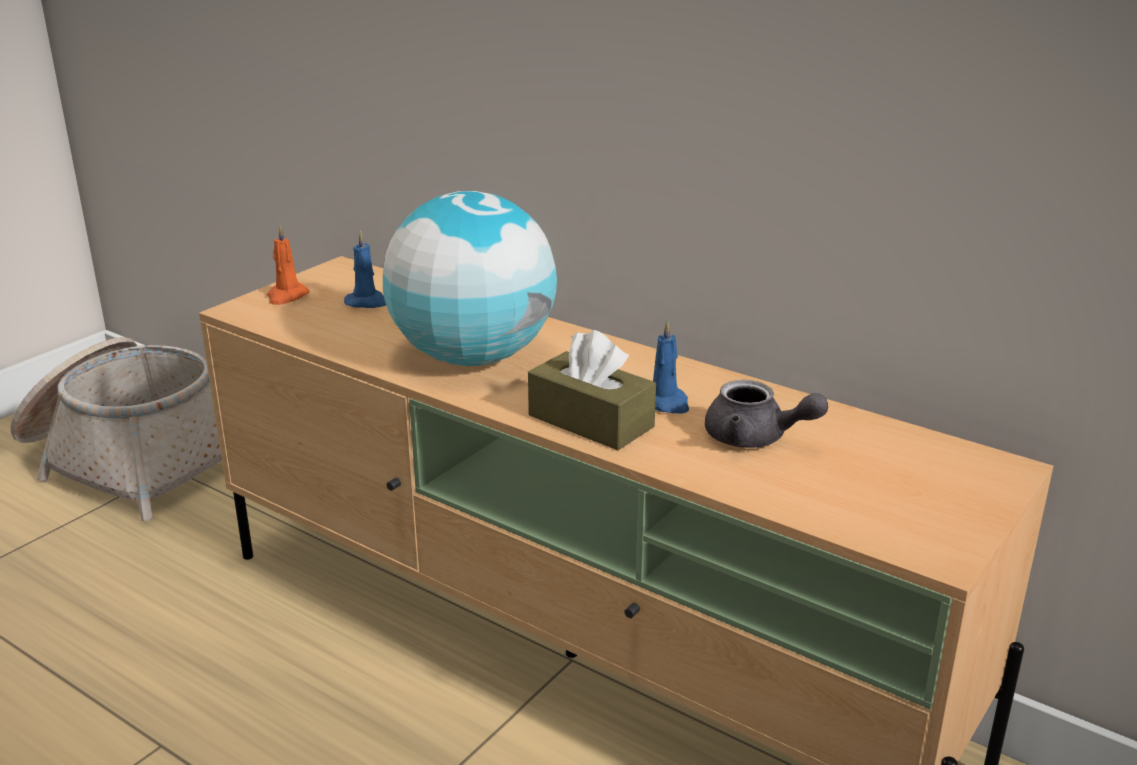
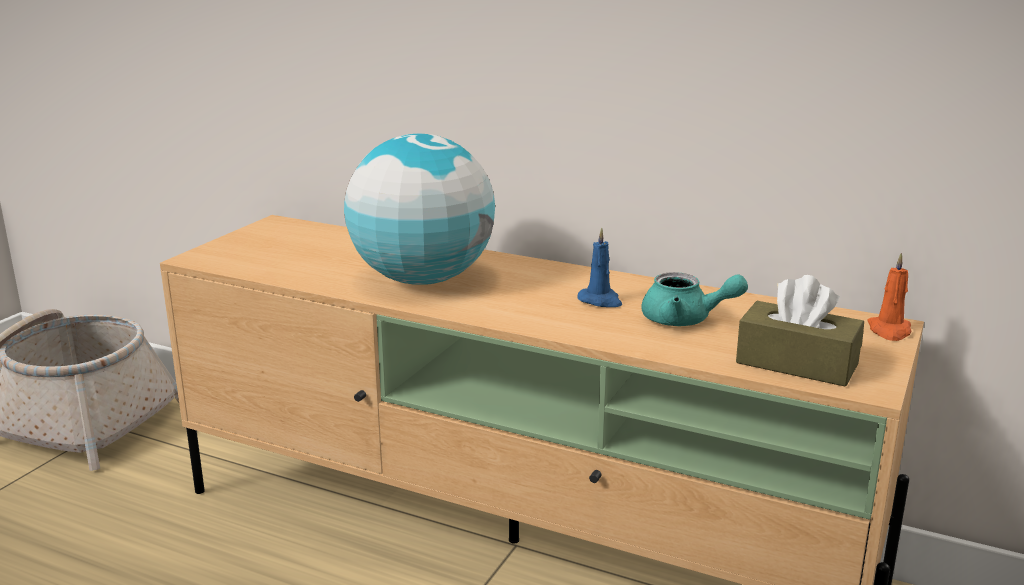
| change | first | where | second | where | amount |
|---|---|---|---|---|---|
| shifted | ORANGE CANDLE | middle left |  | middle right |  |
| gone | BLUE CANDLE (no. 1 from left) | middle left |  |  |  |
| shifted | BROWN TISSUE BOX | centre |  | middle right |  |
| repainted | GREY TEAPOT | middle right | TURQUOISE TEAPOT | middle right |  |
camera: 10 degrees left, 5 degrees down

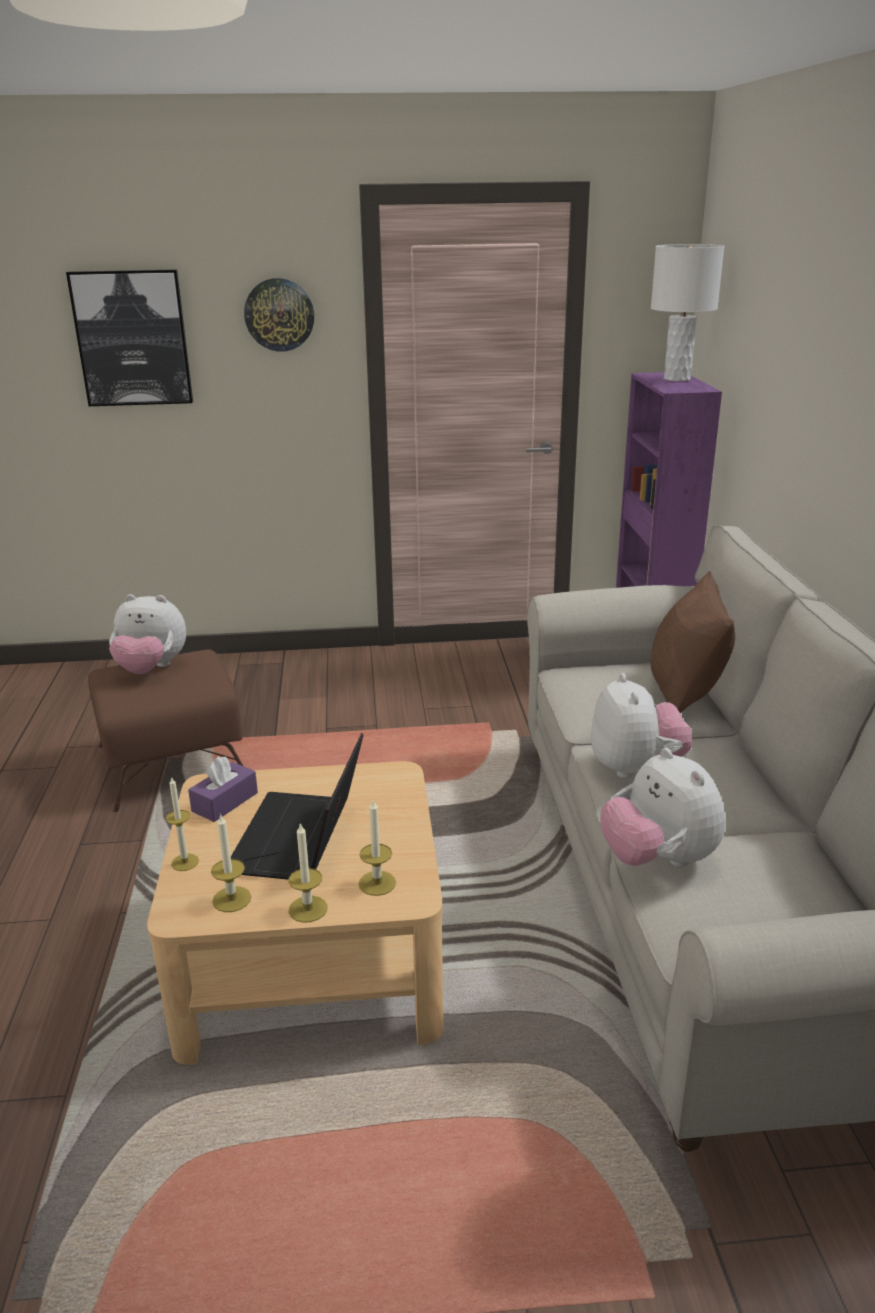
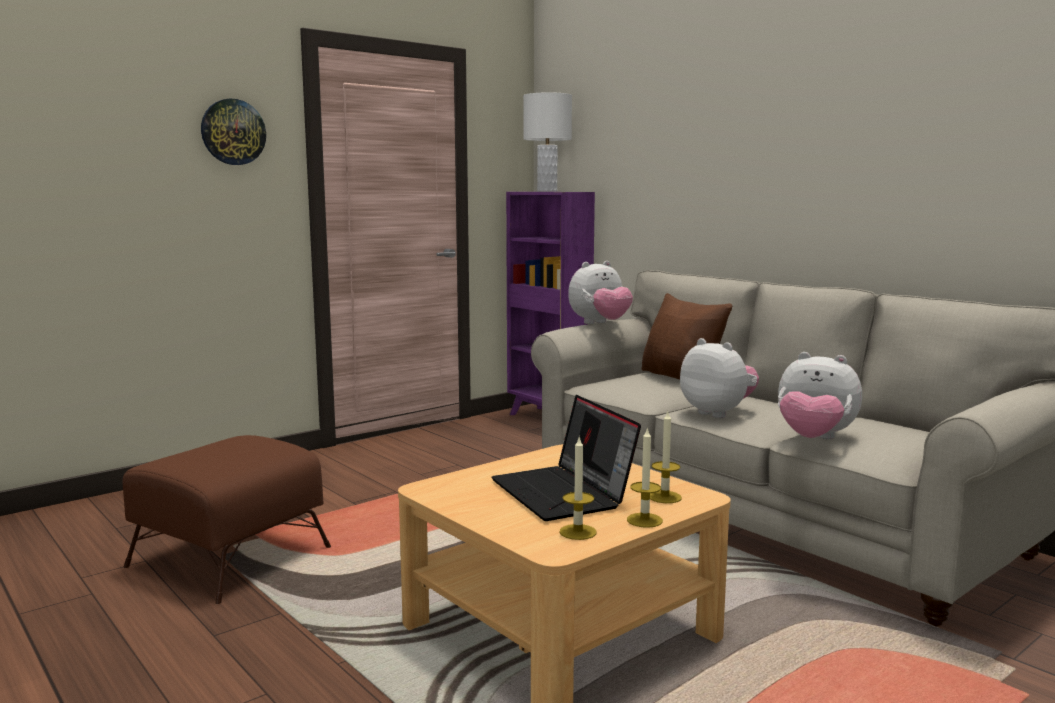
| change | first | where | second | where | amount |
|---|---|---|---|---|---|
| gone | PICTURE | top left |  |  |  |
| shifted | PLUSH TOY (no. 1 from left) | middle left |  | centre |  |
| gone | CANDLE (no. 1 from left) | middle left |  |  |  |
| gone | PURPLE TISSUE BOX | middle left |  |  |  |
camera: 35 degrees left, 15 degrees down

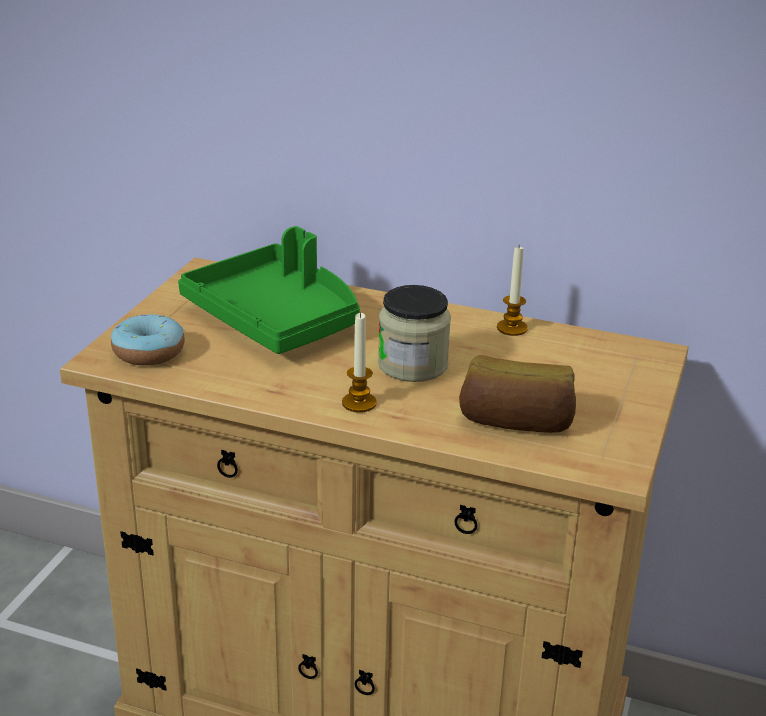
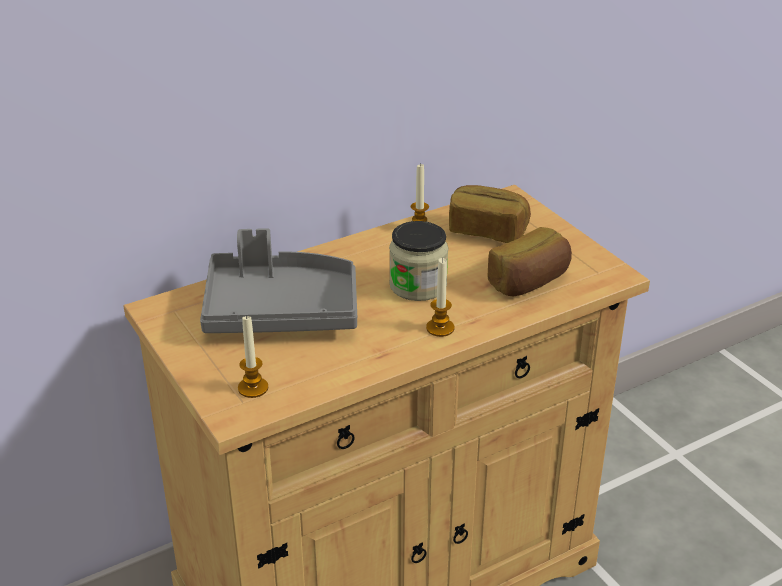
| change | first | where | second | where | amount |
|---|---|---|---|---|---|
| swapped | DONUT | middle left | CANDLE (no. 1 from left) | middle left |  |
| repainted | GREEN TRAY | centre | GREY TRAY | centre |  |
| new |  |  | BREAD (no. 1 from left) | centre |  |
camera: 50 degrees left, 5 degrees up

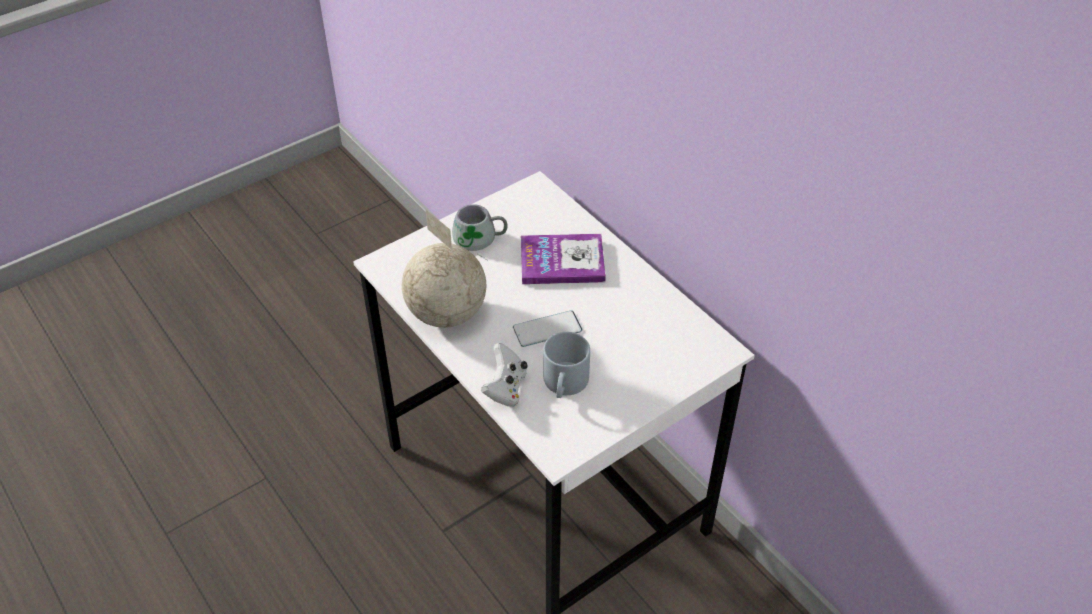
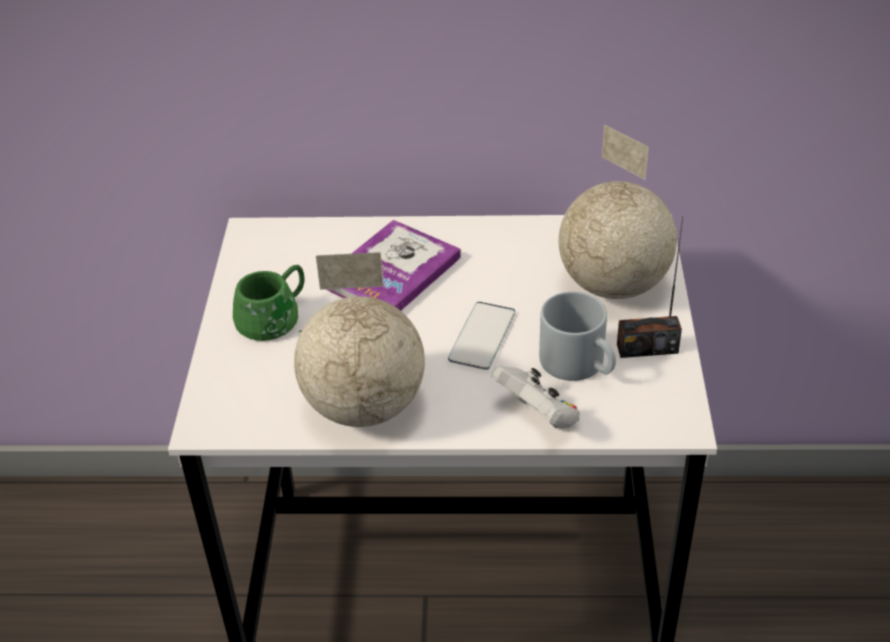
| change | first | where | second | where | amount |
|---|---|---|---|---|---|
| repainted | GREY MUG (no. 1 from left) | centre | GREEN MUG | middle left |  |
| new |  |  | GLOBE (no. 2 from left) | top right |  |
| new |  |  | RADIO | middle right |  |
camera: 50 degrees left, 5 degrees down

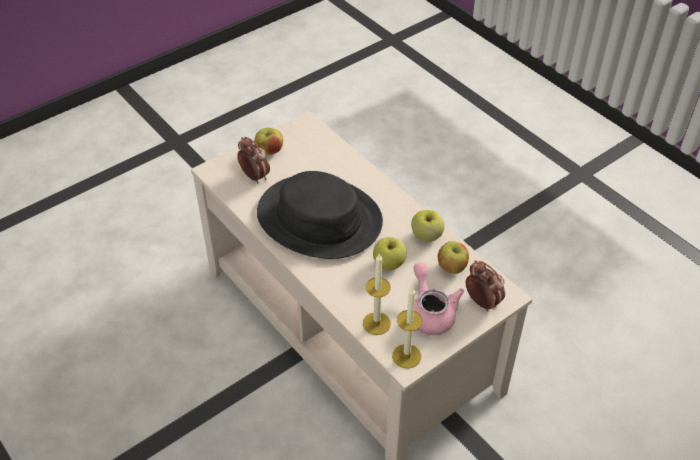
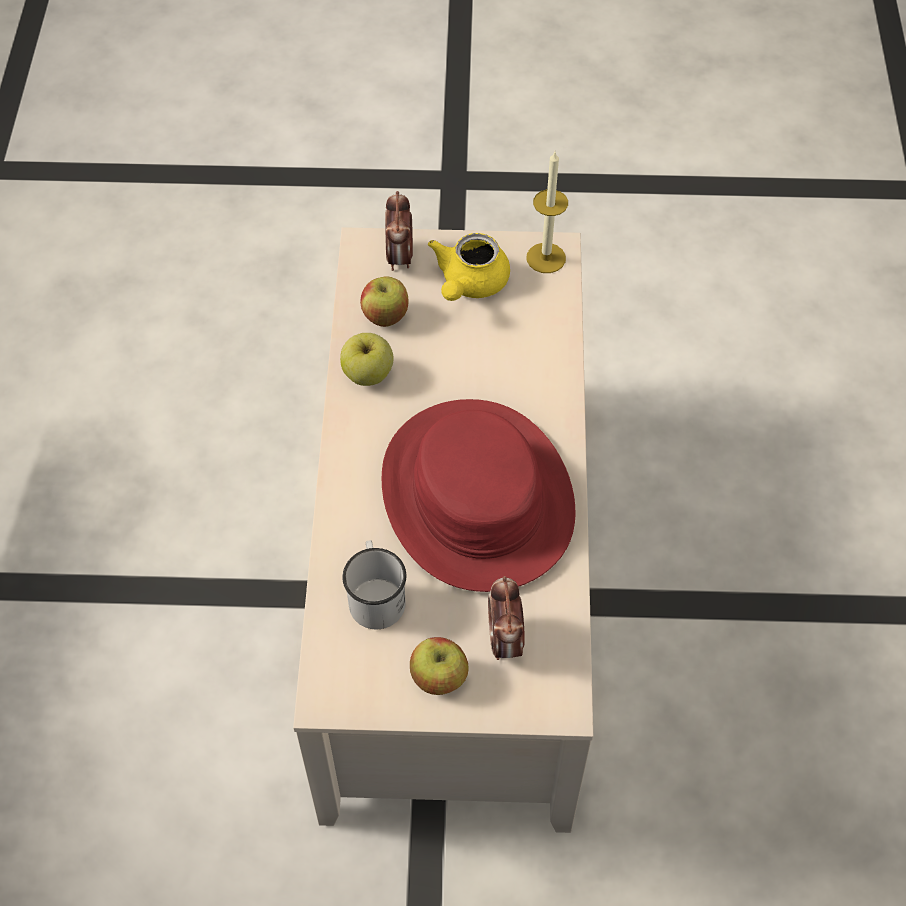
| change | first | where | second | where | amount |
|---|---|---|---|---|---|
| repainted | BLACK HAT | centre | RED HAT | centre |  |
| gone | CANDLE (no. 1 from left) | centre |  |  |  |
| gone | APPLE (no. 2 from left) | centre |  |  |  |
| repainted | PINK TEAPOT | centre | YELLOW TEAPOT | top centre |  |
| new |  |  | WHITE MUG | centre |  |
camera: 140 degrees left, 10 degrees up

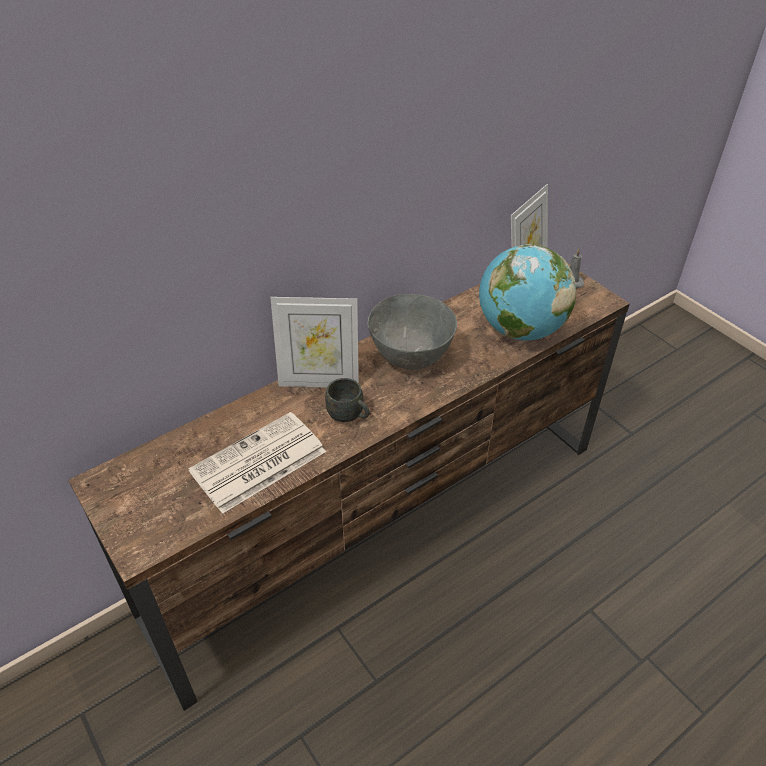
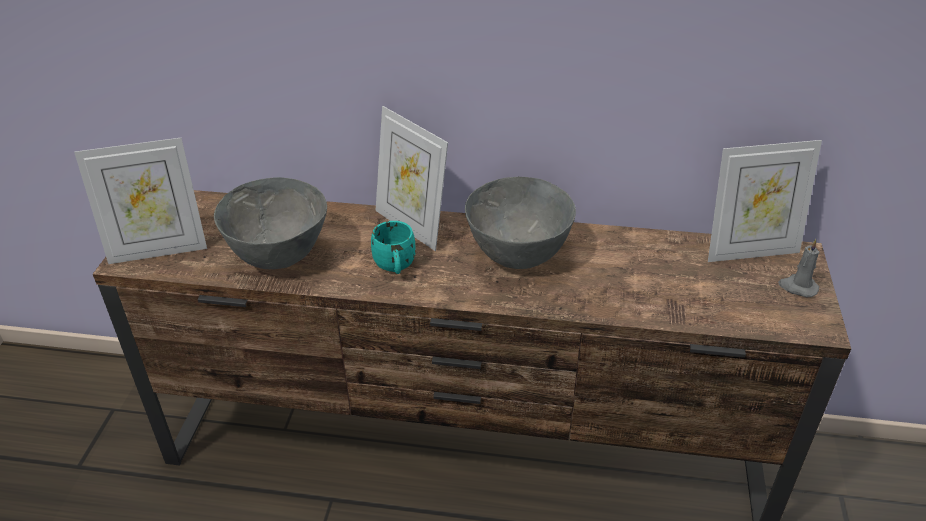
| change | first | where | second | where | amount |
|---|---|---|---|---|---|
| swapped | NEWSPAPER | centre | GREY BOWL (no. 1 from left) | middle left |  |
| repainted | GREY MUG | centre | TURQUOISE MUG | centre |  |
| gone | GLOBE | middle right |  |  |  |
| new |  |  | PICTURE FRAME (no. 1 from left) | middle left |  |
camera: 45 degrees right, 5 degrees down

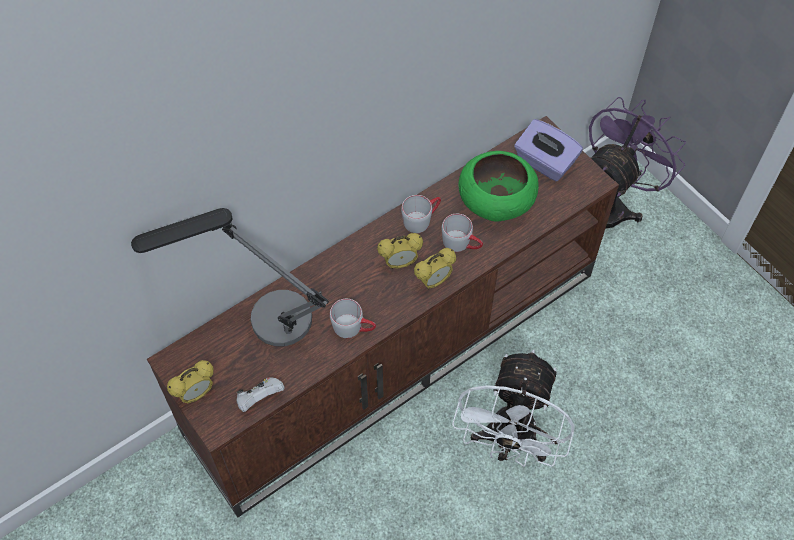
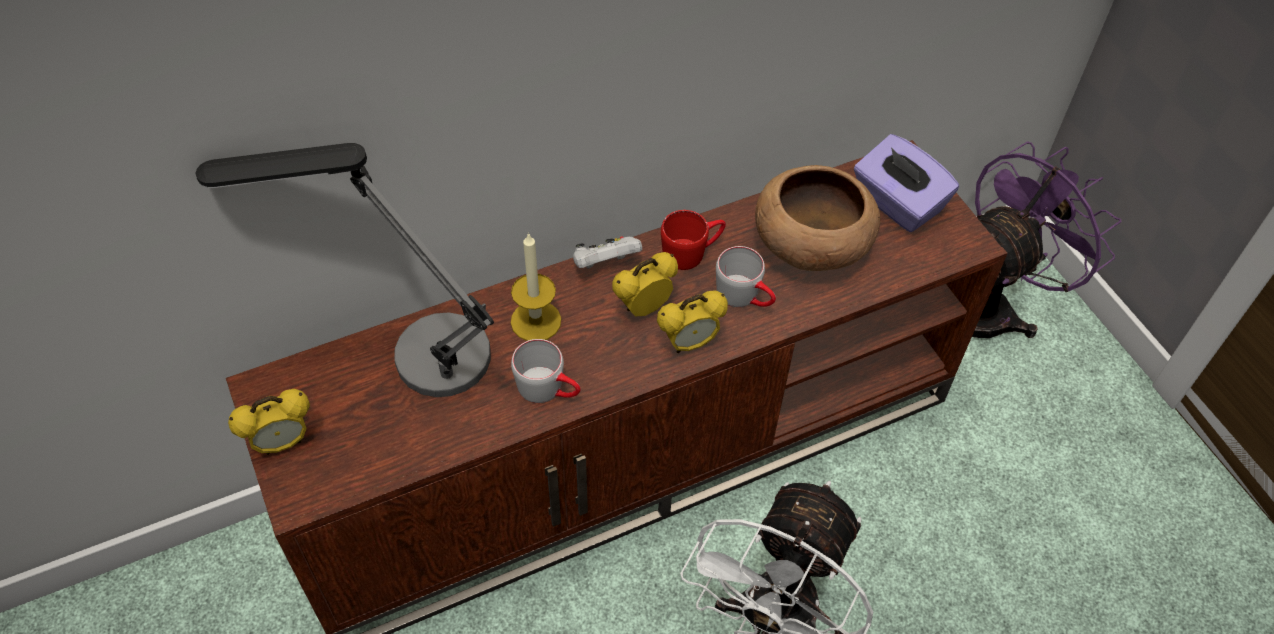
| change | first | where | second | where | amount |
|---|---|---|---|---|---|
| shifted | WHITE GAME CONTROLLER | bottom left |  | centre |  |
| rotated | ALARM CLOCK (no. 2 from left) | centre |  | centre | 150 degrees clockwise |
| repainted | GREY MUG (no. 2 from left) | centre | RED MUG | centre |  |
| repainted | GREEN BOWL | centre | BROWN BOWL | centre |  |
| new |  |  | CANDLE | centre |  |
camera: 10 degrees right, 5 degrees down

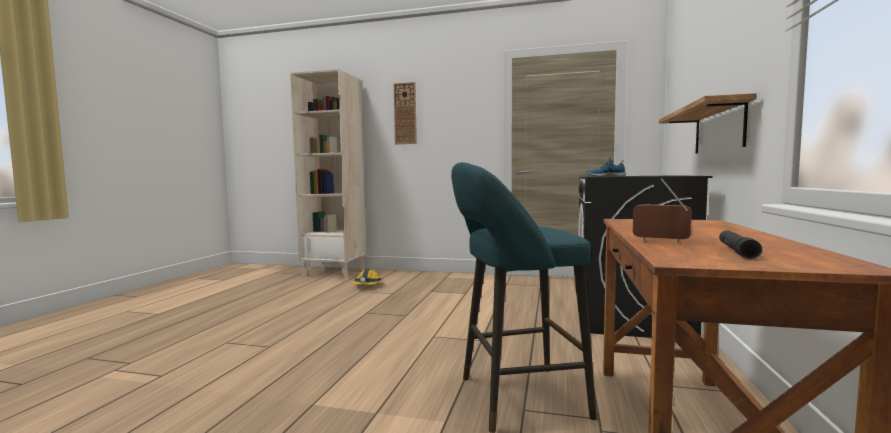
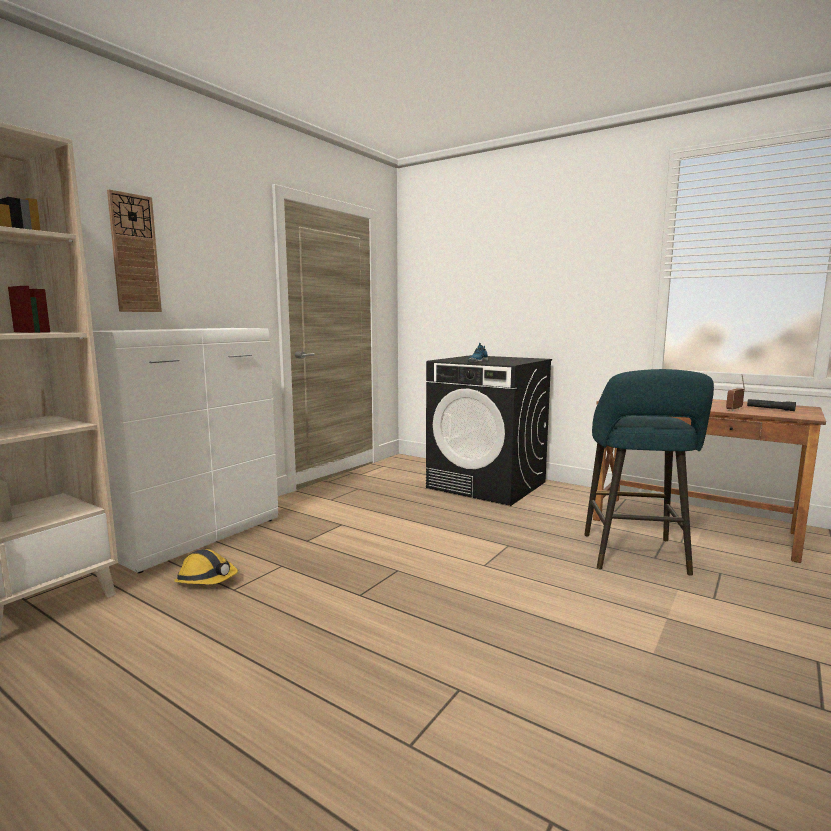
| change | first | where | second | where | amount |
|---|---|---|---|---|---|
| gone | SHELF | top right |  |  |  |
| new |  |  | WHITE CABINET | middle left |  |
camera: 70 degrees left, 5 degrees up

